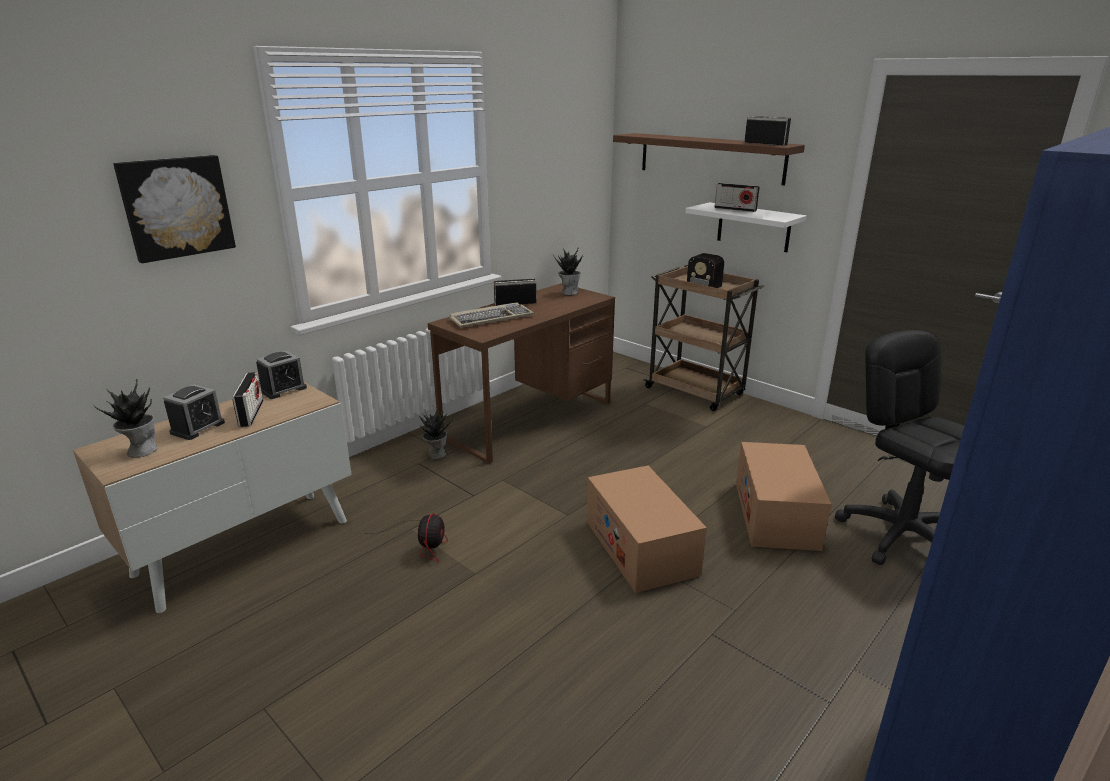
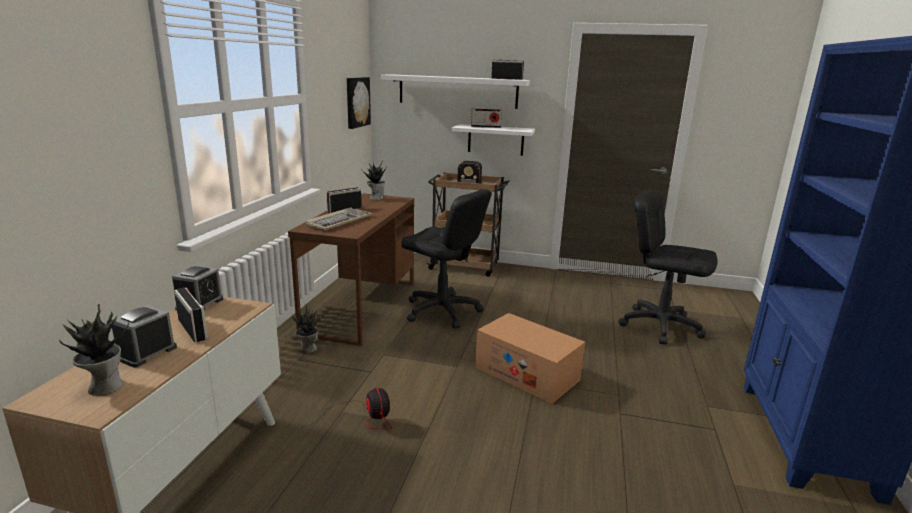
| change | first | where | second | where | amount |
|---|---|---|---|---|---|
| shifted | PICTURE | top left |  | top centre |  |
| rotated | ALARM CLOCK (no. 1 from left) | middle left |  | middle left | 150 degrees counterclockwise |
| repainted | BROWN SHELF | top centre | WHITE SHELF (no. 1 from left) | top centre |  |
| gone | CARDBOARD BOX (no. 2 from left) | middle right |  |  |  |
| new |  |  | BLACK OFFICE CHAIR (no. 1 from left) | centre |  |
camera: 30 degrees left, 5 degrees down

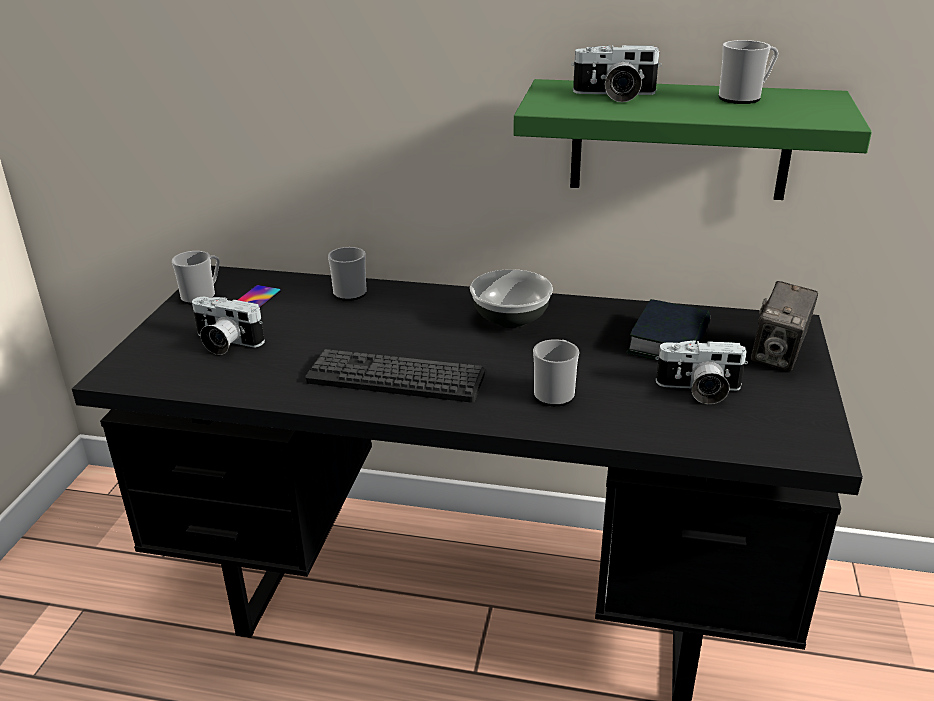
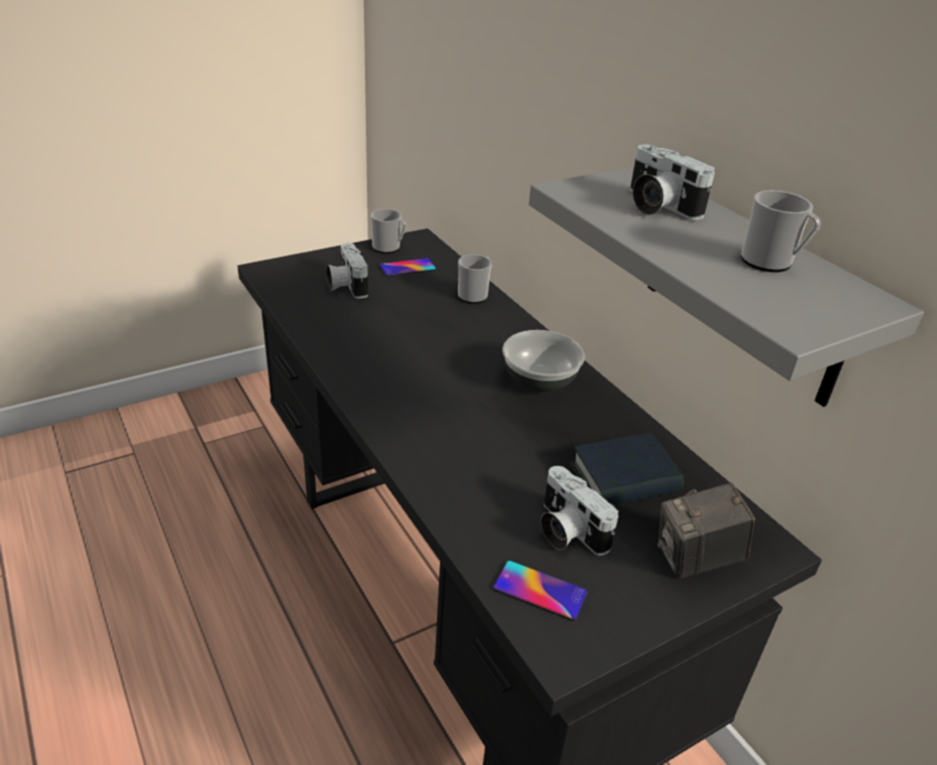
| change | first | where | second | where | amount |
|---|---|---|---|---|---|
| gone | KEYBOARD | centre |  |  |  |
| repainted | GREEN SHELF | top right | GREY SHELF | middle right |  |
| gone | MUG (no. 3 from left) | centre |  |  |  |
| new |  |  | PHONE (no. 2 from left) | bottom centre |  |
camera: 45 degrees right, 5 degrees up

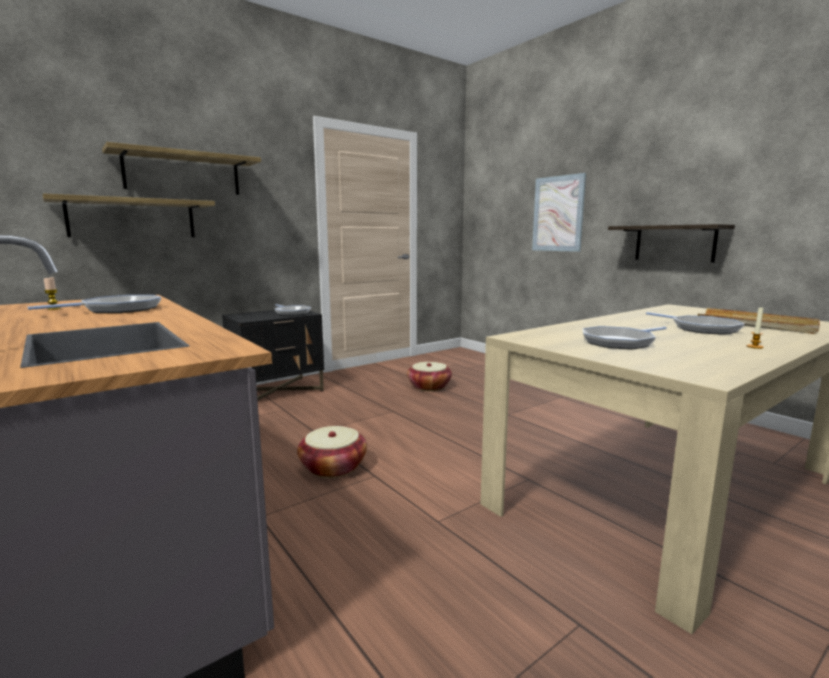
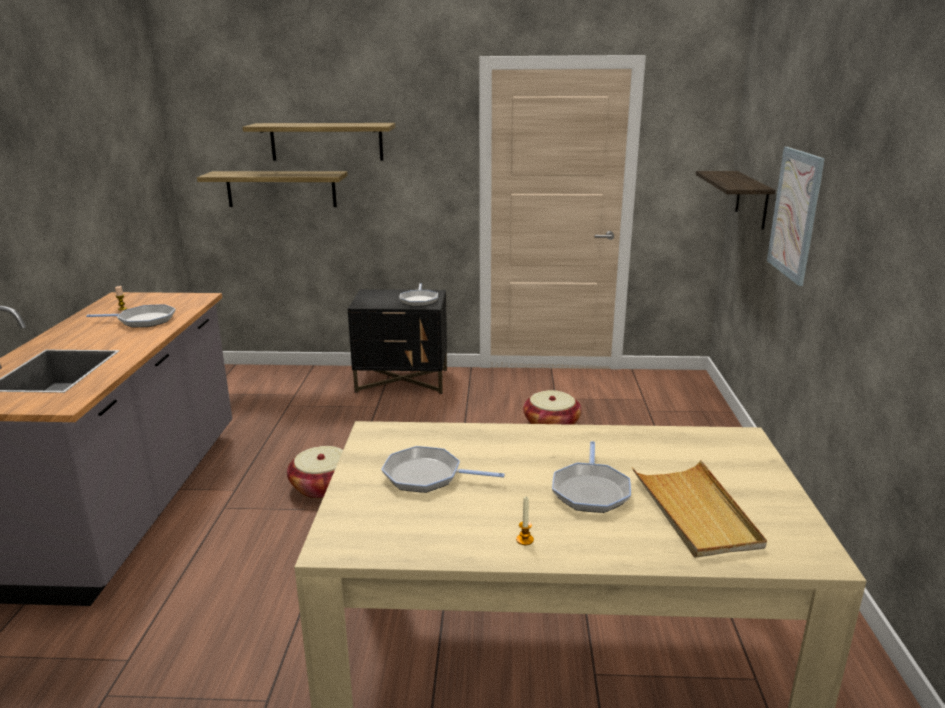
| change | first | where | second | where | amount |
|---|---|---|---|---|---|
| shifted | SHELF (no. 3 from left) | middle right |  | top right |  |
camera: 40 degrees right, 10 degrees up

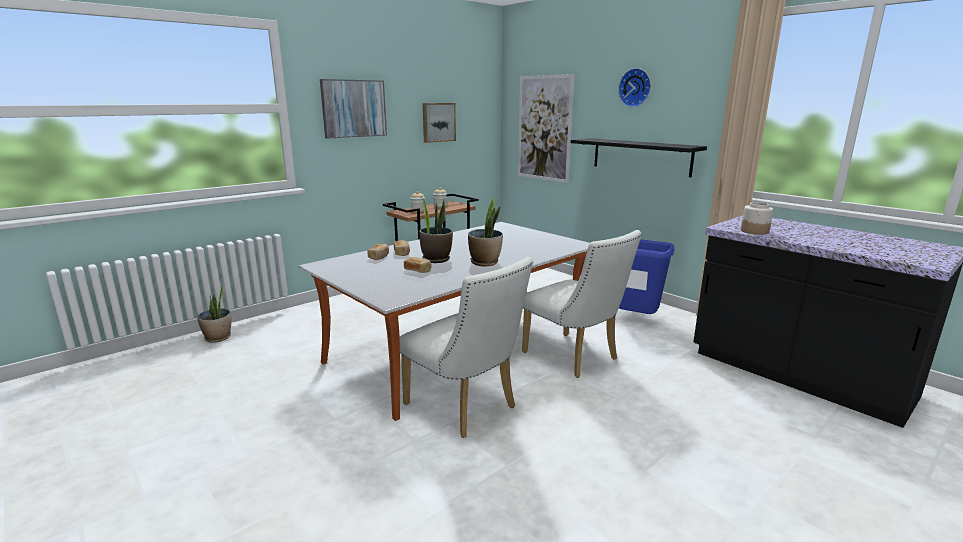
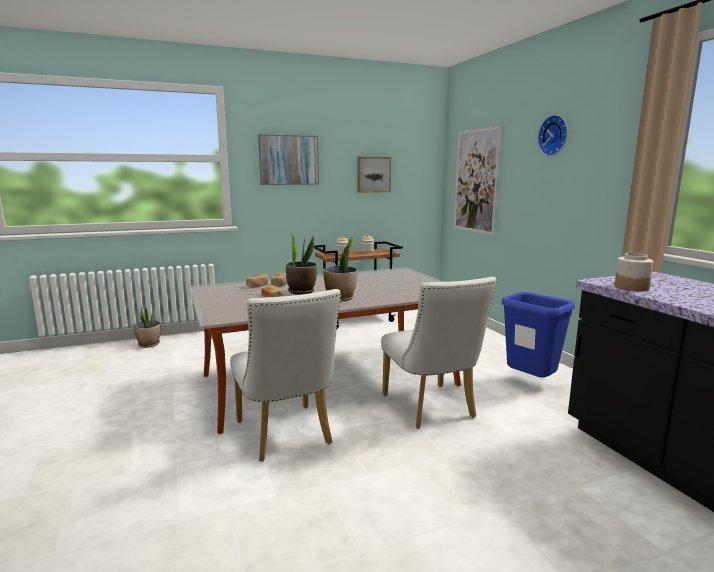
| change | first | where | second | where | amount |
|---|---|---|---|---|---|
| gone | BLACK SHELF | top centre |  |  |  |
camera: 20 degrees right, 5 degrees down

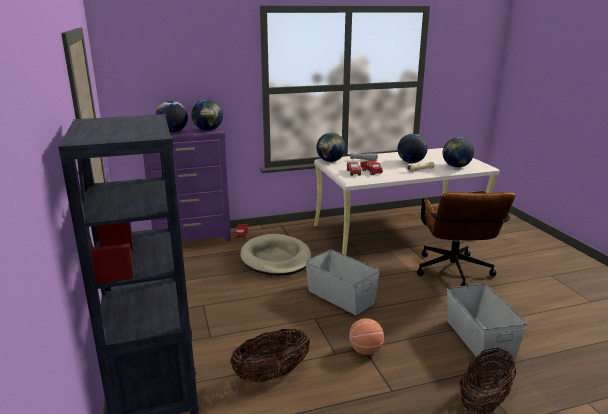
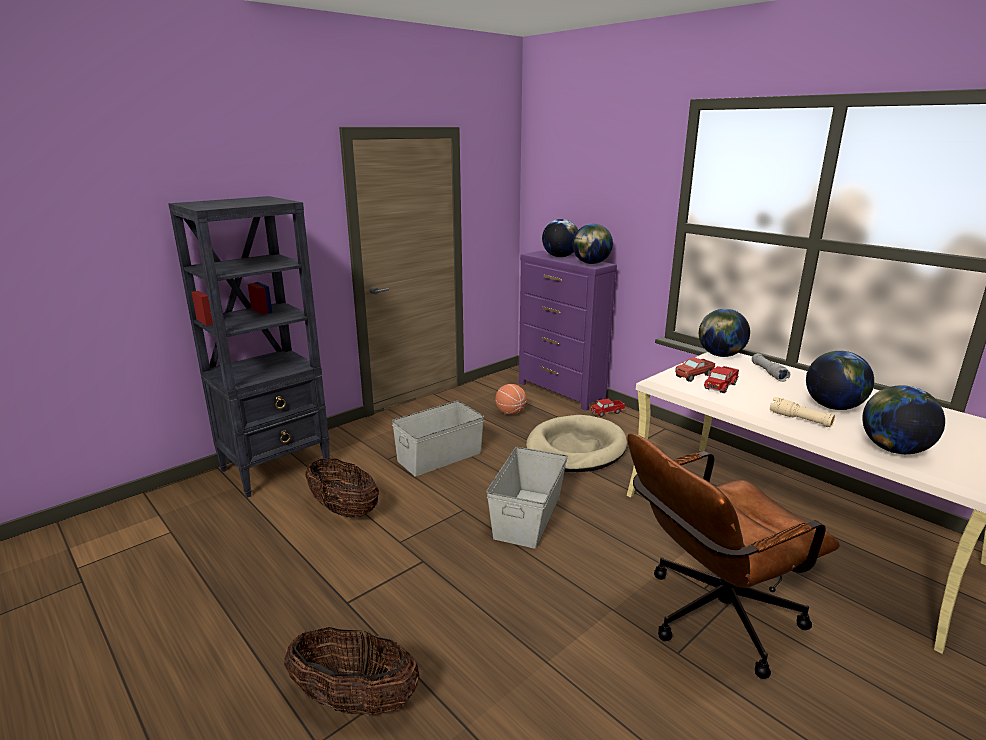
| change | first | where | second | where | amount |
|---|---|---|---|---|---|
| shifted | BASKETBALL | bottom centre |  | centre |  |
| shifted | GREY STORAGE BOX (no. 2 from left in the first image) | bottom right | GREY STORAGE BOX (no. 1 from left) | centre |  |
camera: 65 degrees right, 0 degrees up

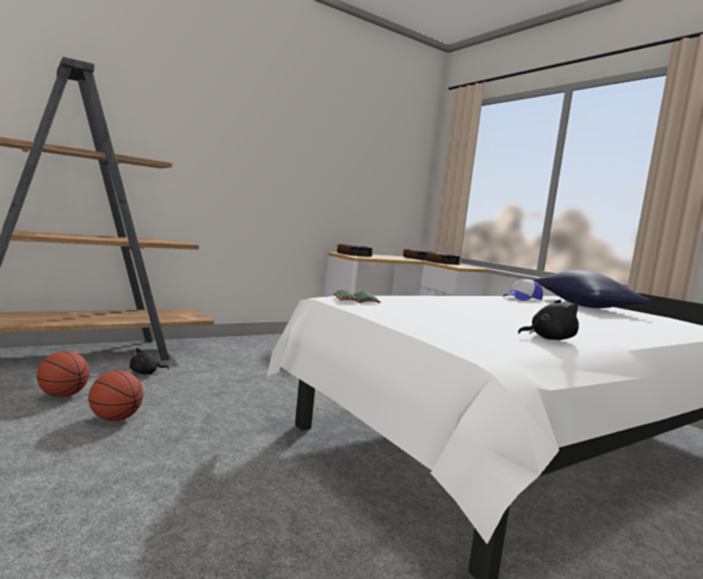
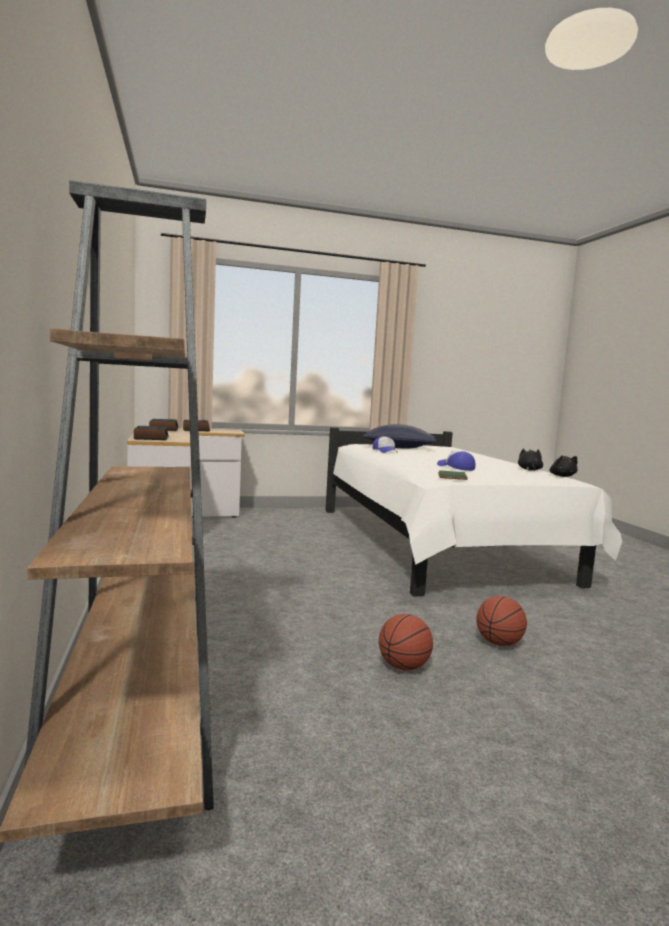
| change | first | where | second | where | amount |
|---|---|---|---|---|---|
| shifted | BASKETBALL (no. 1 from left in the first image) | middle left | BASKETBALL (no. 2 from left) | bottom right |  |
| shifted | BLACK PLUSH TOY (no. 1 from left in the first image) | middle left | BLACK PLUSH TOY (no. 2 from left) | middle right |  |
| new |  |  | CAP (no. 2 from left) | middle right |  |
camera: 70 degrees left, 0 degrees up

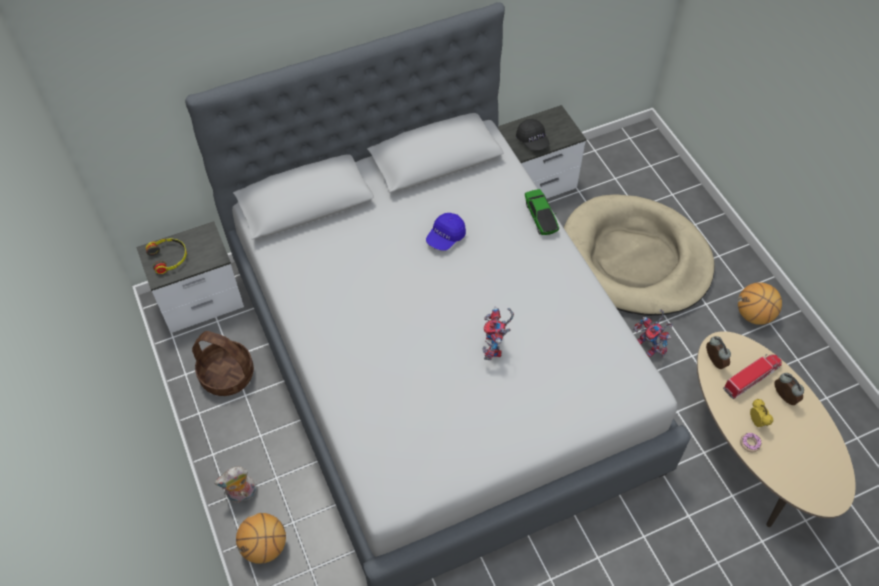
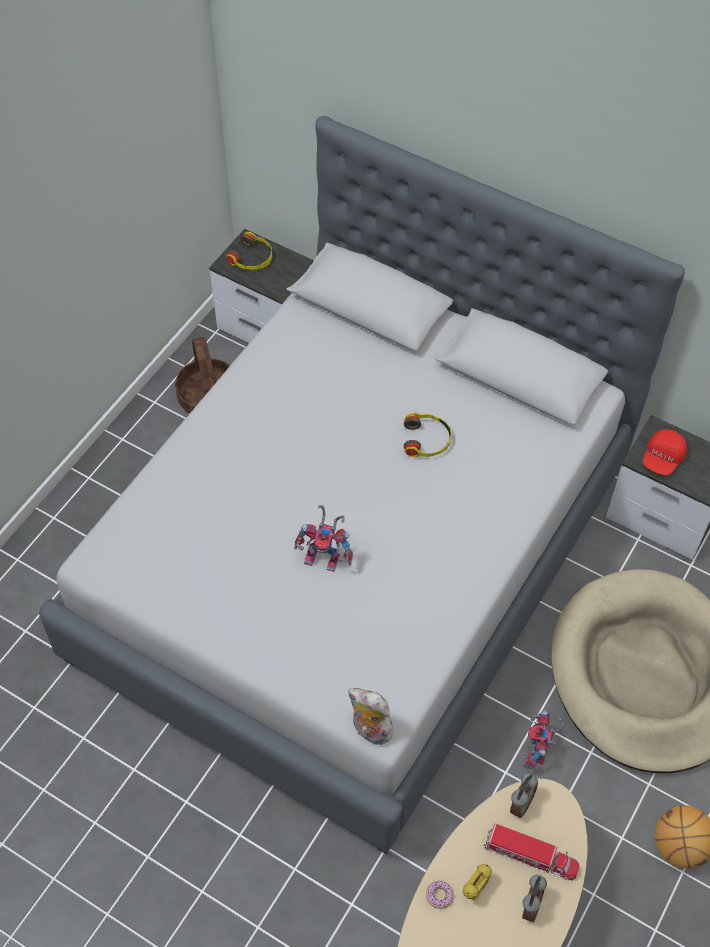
| change | first | where | second | where | amount |
|---|---|---|---|---|---|
| shifted | PLUSH TOY | bottom left |  | bottom centre |  |
| gone | BASKETBALL (no. 1 from left) | bottom left |  |  |  |
| swapped | BLUE CAP | centre | HEADPHONES (no. 2 from left) | centre |  |
| rotated | TOY ROBOT (no. 1 from left) | centre |  | centre | 135 degrees counterclockwise |
| repainted | BLACK CAP | top centre | RED CAP | middle right |  |
| gone | TOY CAR | centre |  |  |  |
camera: 55 degrees right, 0 degrees up

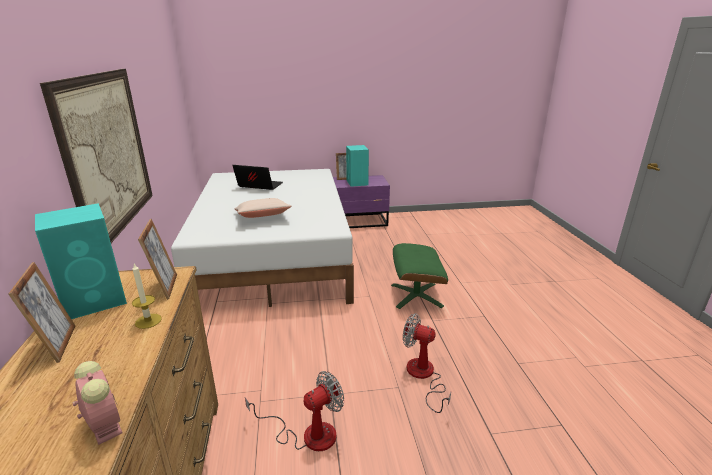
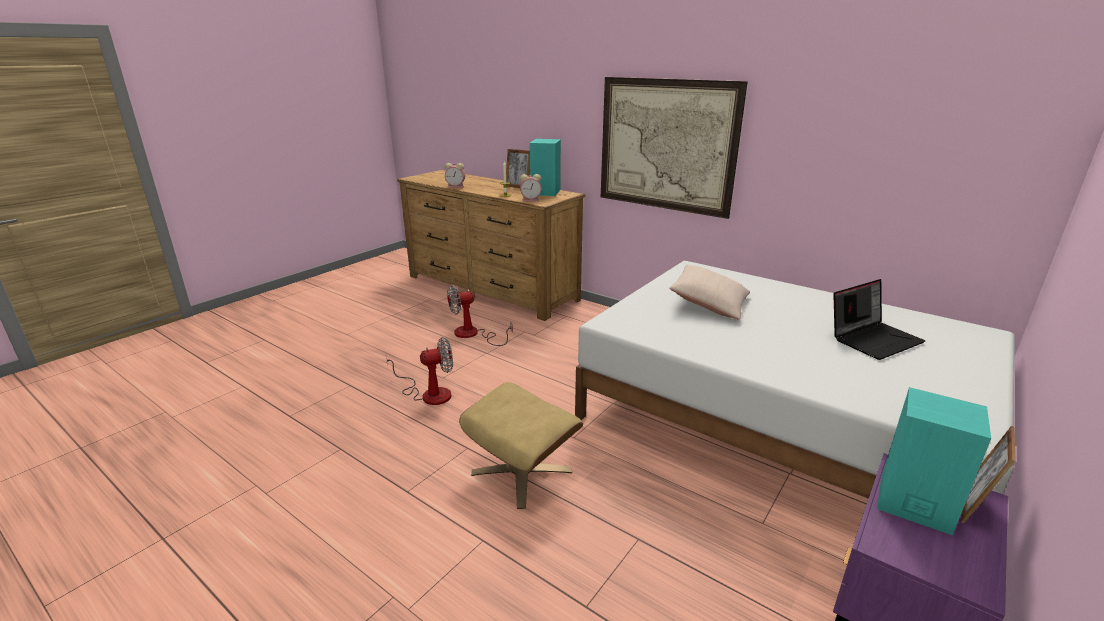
| change | first | where | second | where | amount |
|---|---|---|---|---|---|
| swapped | PICTURE FRAME (no. 2 from left) | middle left | ALARM CLOCK (no. 2 from left) | top centre |  |
| rotated | FAN (no. 1 from left in the first image) | bottom centre | FAN (no. 2 from left) | centre | 60 degrees clockwise |
| repainted | GREEN OTTOMAN | centre | BEIGE OTTOMAN | bottom centre |  |
camera: 135 degrees right, 0 degrees up

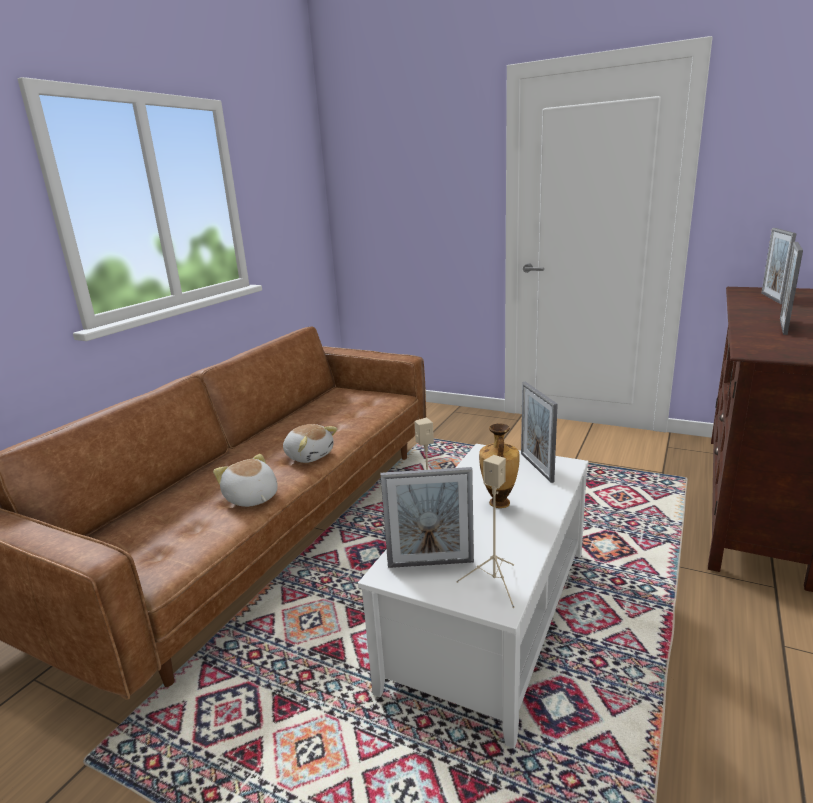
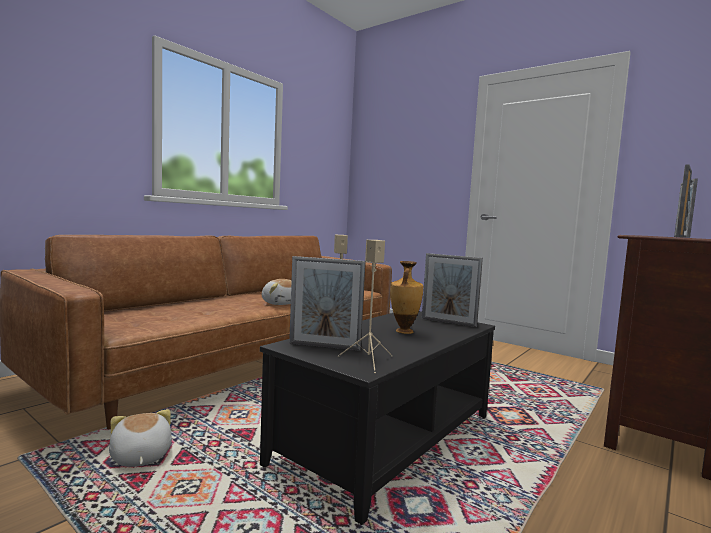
| change | first | where | second | where | amount |
|---|---|---|---|---|---|
| shifted | PLUSH TOY (no. 1 from left) | middle left |  | bottom left |  |
| repainted | WHITE COFFEE TABLE | bottom centre | BLACK COFFEE TABLE | bottom centre |  |
| rotated | PICTURE FRAME (no. 2 from left) | centre |  | centre | 60 degrees counterclockwise |
camera: 10 degrees right, 15 degrees down

